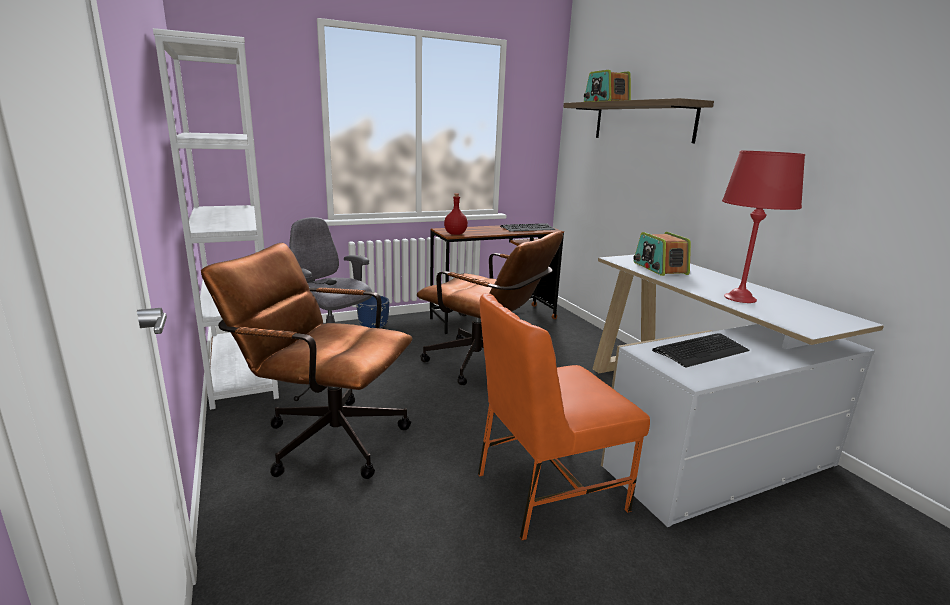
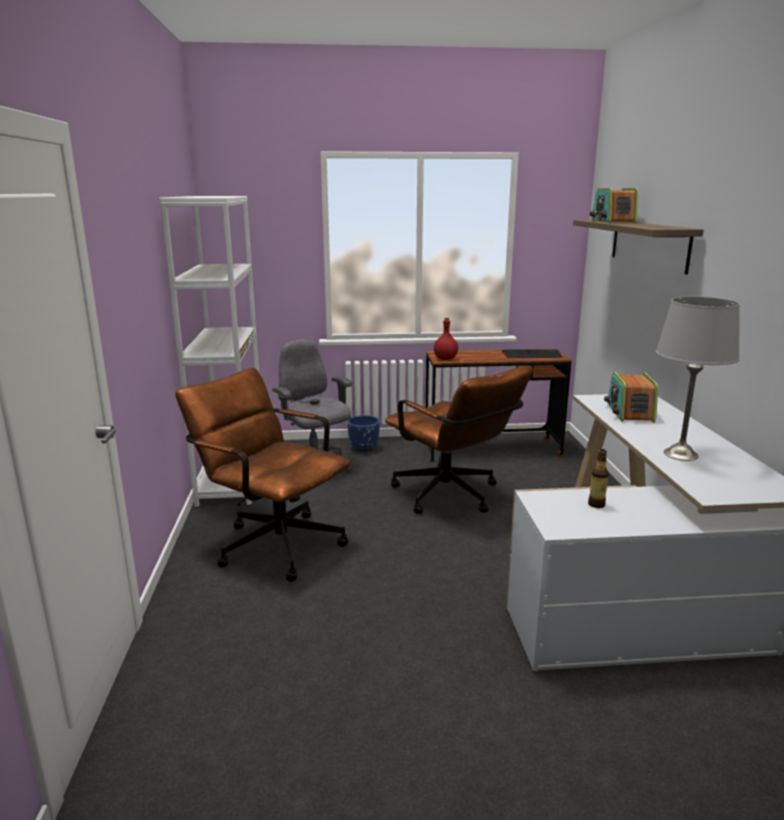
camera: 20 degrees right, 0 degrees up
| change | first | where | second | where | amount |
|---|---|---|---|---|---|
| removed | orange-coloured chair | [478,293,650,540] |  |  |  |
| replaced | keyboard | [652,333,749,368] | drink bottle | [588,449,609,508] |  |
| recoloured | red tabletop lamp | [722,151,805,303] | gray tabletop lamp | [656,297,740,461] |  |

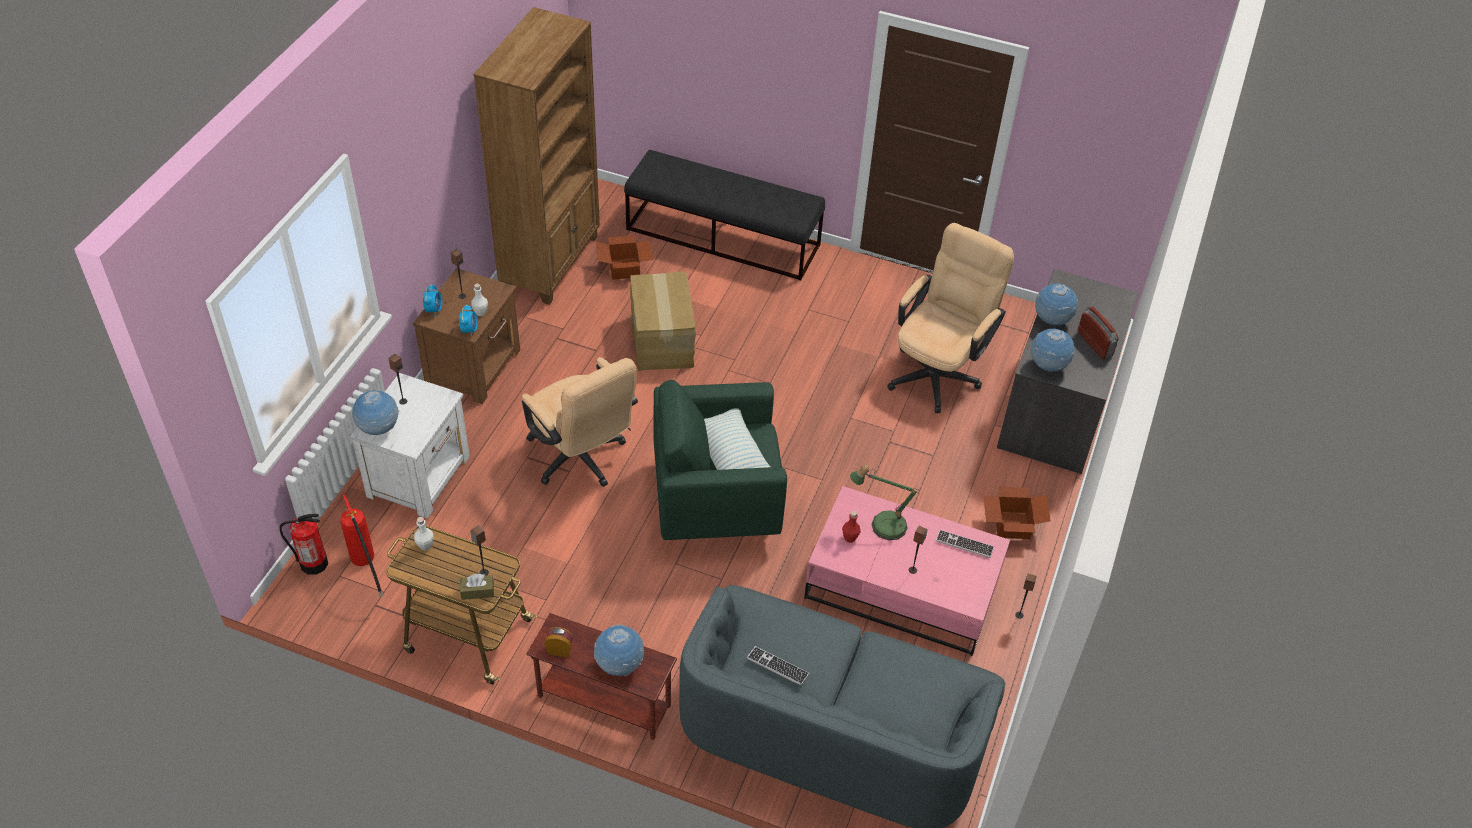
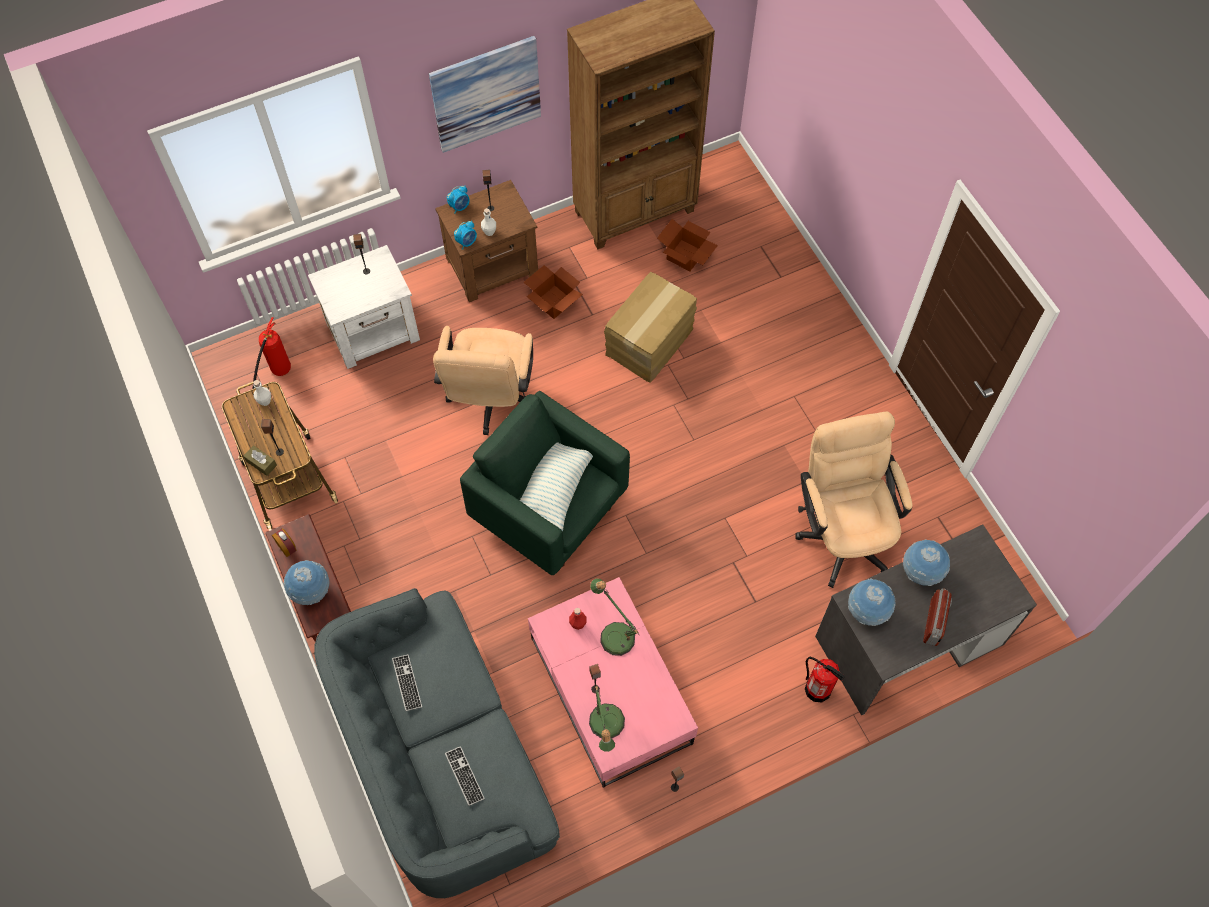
camera: 45 degrees right, 15 degrees up
| change | first | where | second | where | amount |
|---|---|---|---|---|---|
| removed | globe | [352,390,400,435] |  |  |  |
| removed | black indoor bench | [624,150,825,280] |  |  |  |
| added |  |  | picture | [429,36,541,153] |  |
| added |  |  | tabletop lamp | [589,685,625,752] |  |
| moved | fire-fighting cylinder | [280,514,328,575] |  | [805,657,845,702] |  |
| moved | keyboard | [936,530,994,558] |  | [445,746,485,806] |  |
| moved | packing box | [983,487,1051,539] |  | [524,265,583,319] |  |
| turned | sand-coloured office chair | [887,223,1014,413] |  | [795,411,912,588] | 90 degrees counterclockwise |

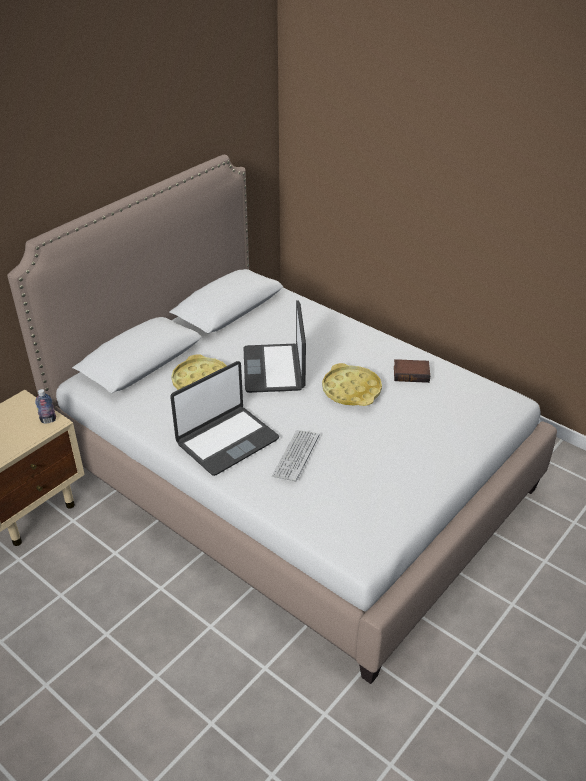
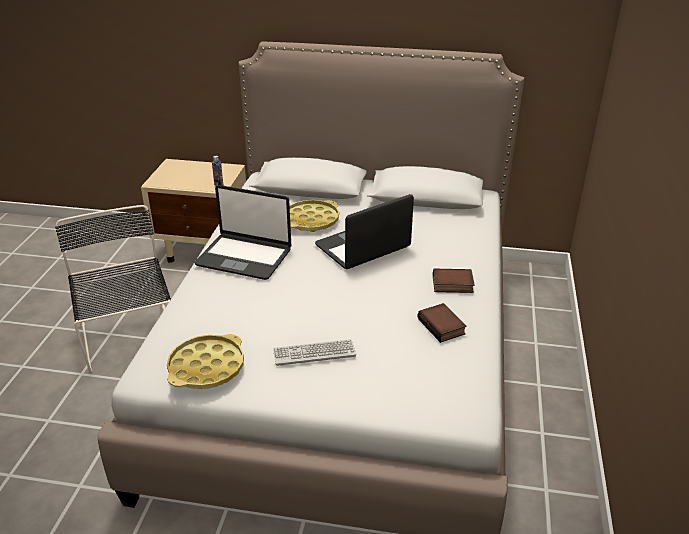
camera: 60 degrees right, 5 degrees down
| change | first | where | second | where | amount |
|---|---|---|---|---|---|
| added |  |  | black chair | [55,205,171,374] |  |
| added |  |  | volume | [433,269,475,293] |  |
| moved | keyboard | [272,430,320,481] |  | [273,339,356,366] |  |
| moved | yellowish tray | [322,363,382,406] |  | [167,334,244,389] |  |

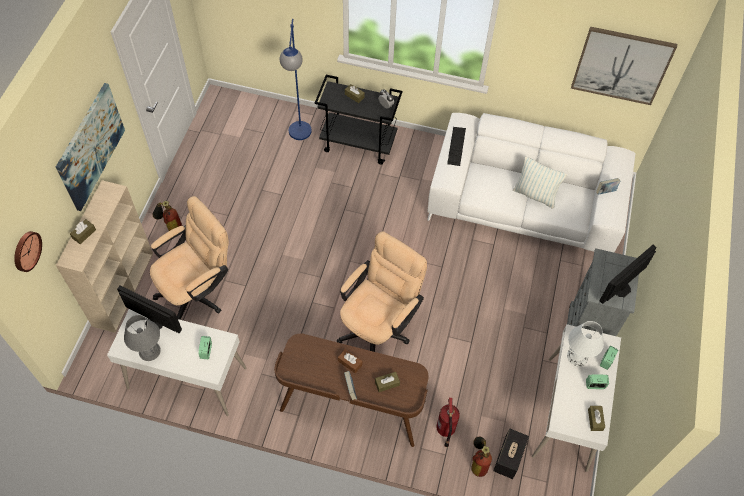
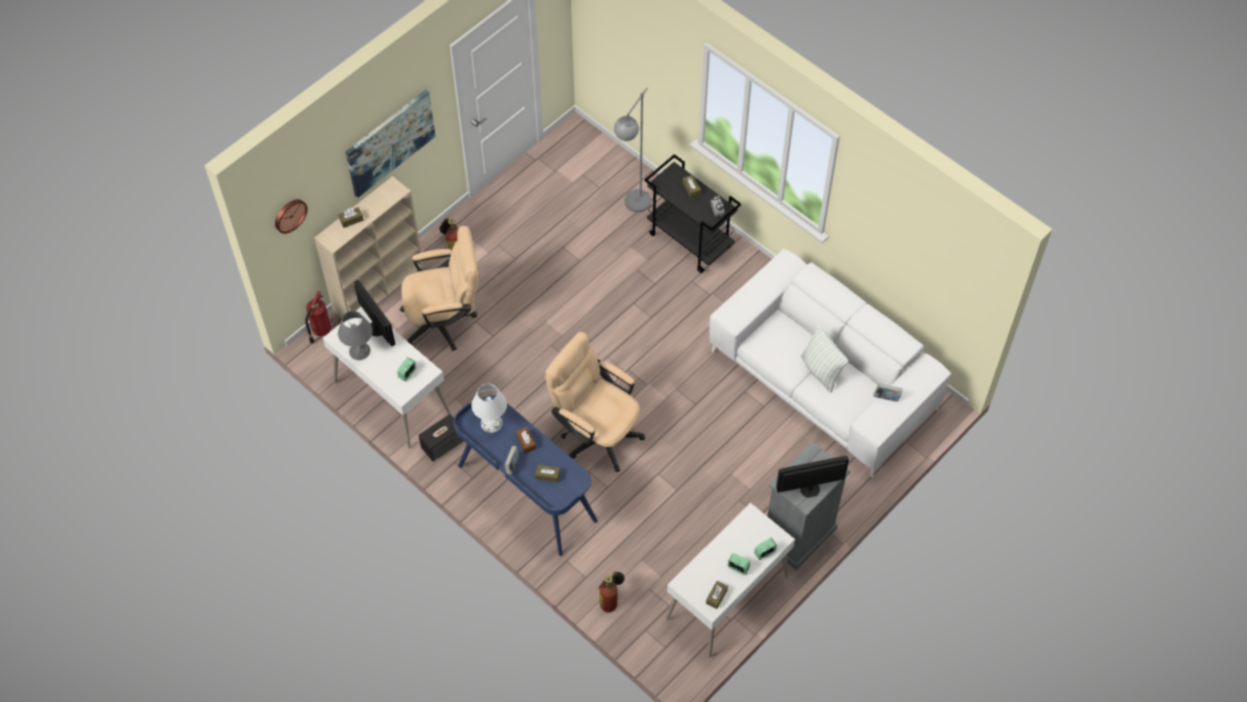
camera: 30 degrees right, 0 degrees up
| change | first | where | second | where | amount |
|---|---|---|---|---|---|
| removed | keyboard | [447,127,466,166] |  |  |  |
| removed | picture | [571,27,677,105] |  |  |  |
| moved | fire-fighting cylinder | [436,398,460,447] |  | [305,291,331,344] |  |
| moved | speaker | [493,428,529,479] |  | [418,414,463,461] |  |
| moved | white tabletop lamp | [567,321,604,366] |  | [472,384,507,433] |  |
| recoloured | brownish desk unit | [274,334,429,447] | bluish desk unit | [453,395,598,556] |  |
| recoloured | bluish standing lamp | [280,19,312,140] | gray standing lamp | [614,88,651,212] |  |
| turned | sand-coloured office chair | [337,231,427,352] |  | [545,332,645,472] | 120 degrees counterclockwise |

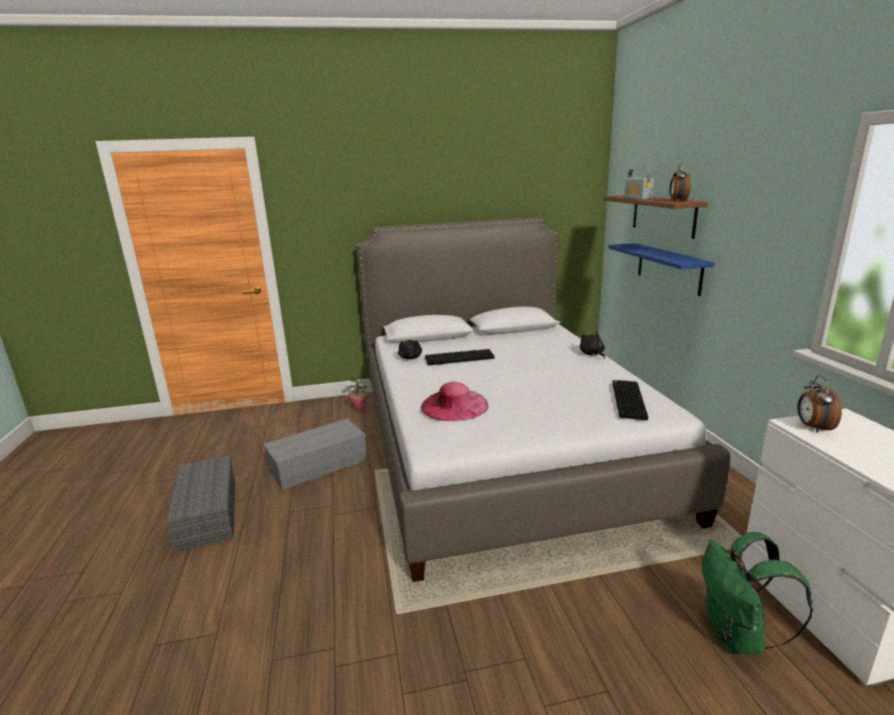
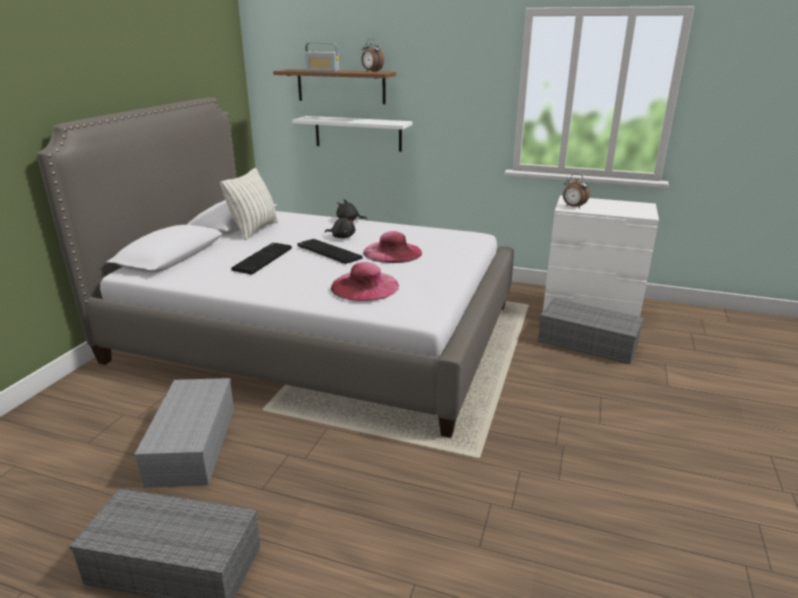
camera: 60 degrees left, 5 degrees up
| change | first | where | second | where | amount |
|---|---|---|---|---|---|
| removed | potted plant | [349,375,368,411] |  |  |  |
| added |  |  | pillow | [220,168,278,240] |  |
| added |  |  | pink wearable hat | [363,231,422,263] |  |
| moved | black plush toy | [398,340,422,359] |  | [325,216,355,238] |  |
| moved | keyboard | [612,380,648,420] |  | [297,239,363,264] |  |
| replaced | green-coloured rucksack | [702,532,813,654] | gray storage container | [538,298,644,365] |  |
| recoloured | bluish shelf | [608,243,714,296] | white shelf | [292,116,413,152] |  |

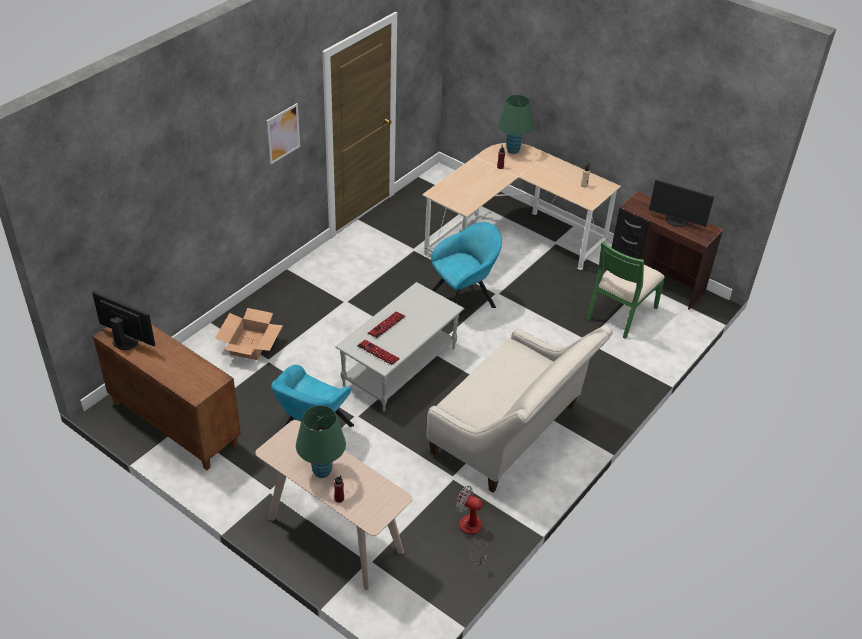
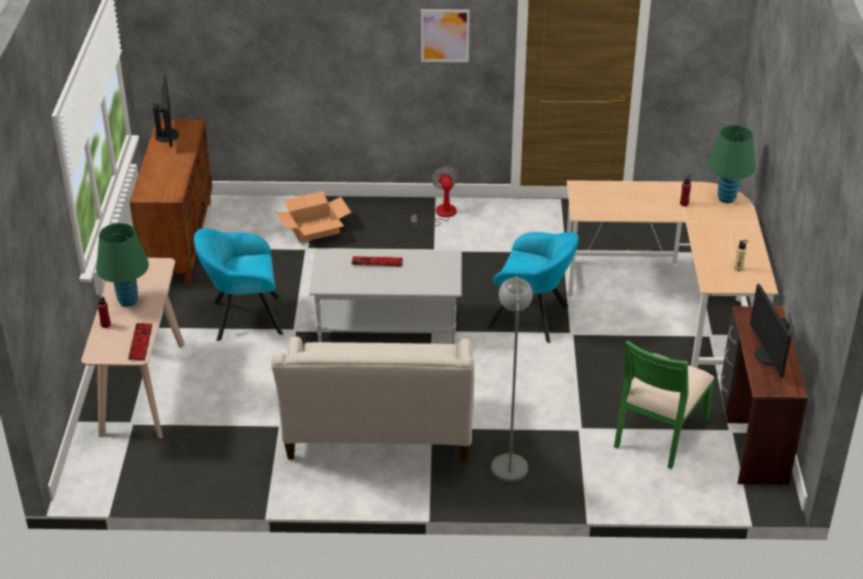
camera: 55 degrees right, 5 degrees down
| change | first | where | second | where | amount |
|---|---|---|---|---|---|
| added |  |  | gray standing lamp | [491,276,533,482] |  |
| moved | keyboard | [357,340,400,365] |  | [128,323,153,360] |  |
| moved | electric fan | [456,486,488,566] |  | [411,167,458,229] |  |
| turned | green-coloured chair | [587,241,665,339] |  | [614,340,714,469] | 60 degrees counterclockwise |

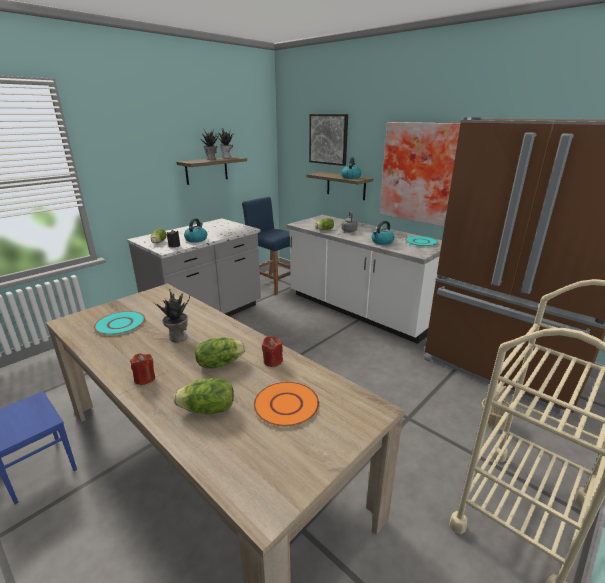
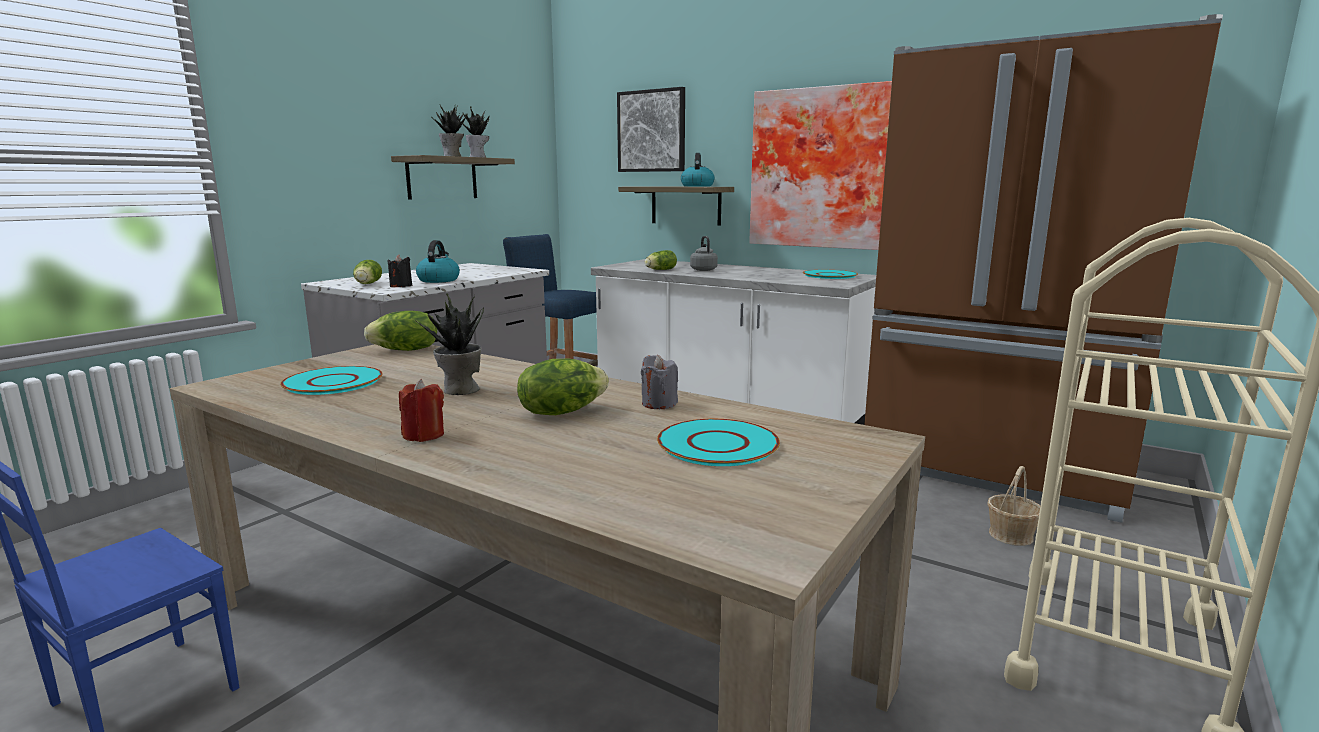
camera: 10 degrees left, 10 degrees down
| change | first | where | second | where | amount |
|---|---|---|---|---|---|
| removed | kettle | [371,221,394,245] |  |  |  |
| moved | lettuce | [174,378,234,414] |  | [364,311,437,351] |  |
| recoloured | orange-coloured flat dish | [254,382,319,427] | turquoise flat dish | [657,419,780,466] |  |
| recoloured | red wax candle | [262,336,283,367] | gray wax candle | [641,355,678,409] |  |

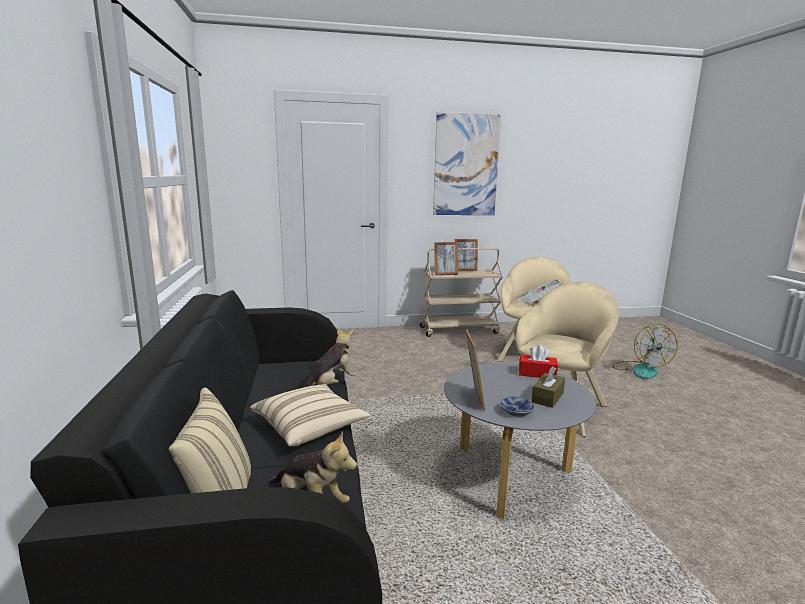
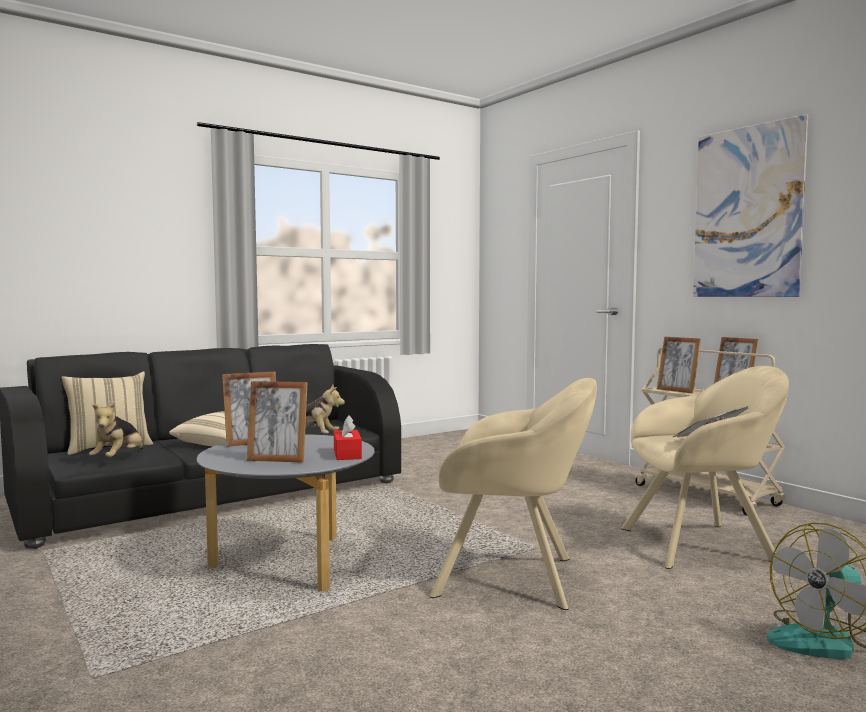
camera: 65 degrees right, 10 degrees down
| change | first | where | second | where | amount |
|---|---|---|---|---|---|
| removed | bowl | [500,396,535,417] |  |  |  |
| replaced | brownish tissue holder | [531,366,565,408] | standing frame | [247,381,308,463] |  |

